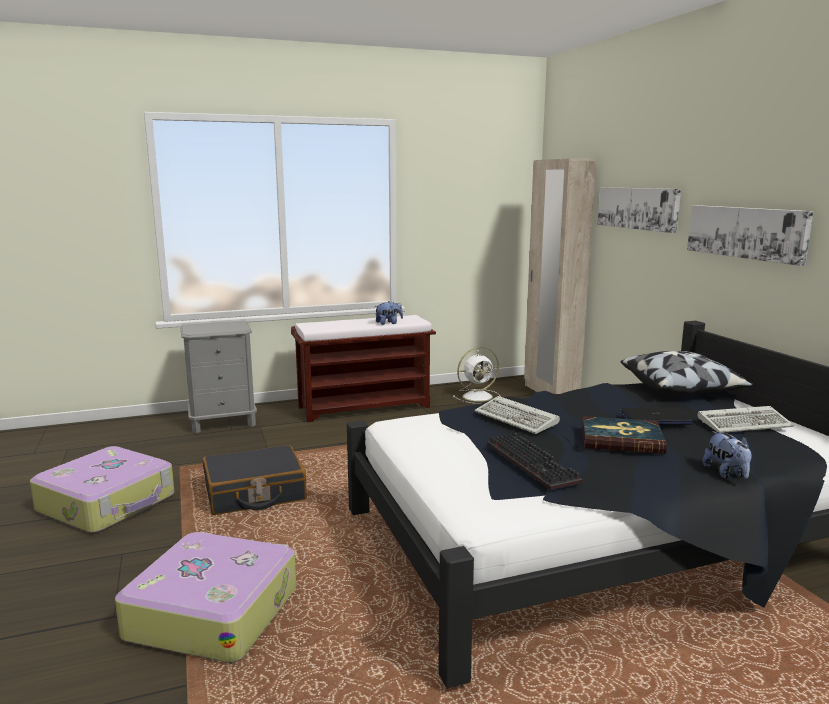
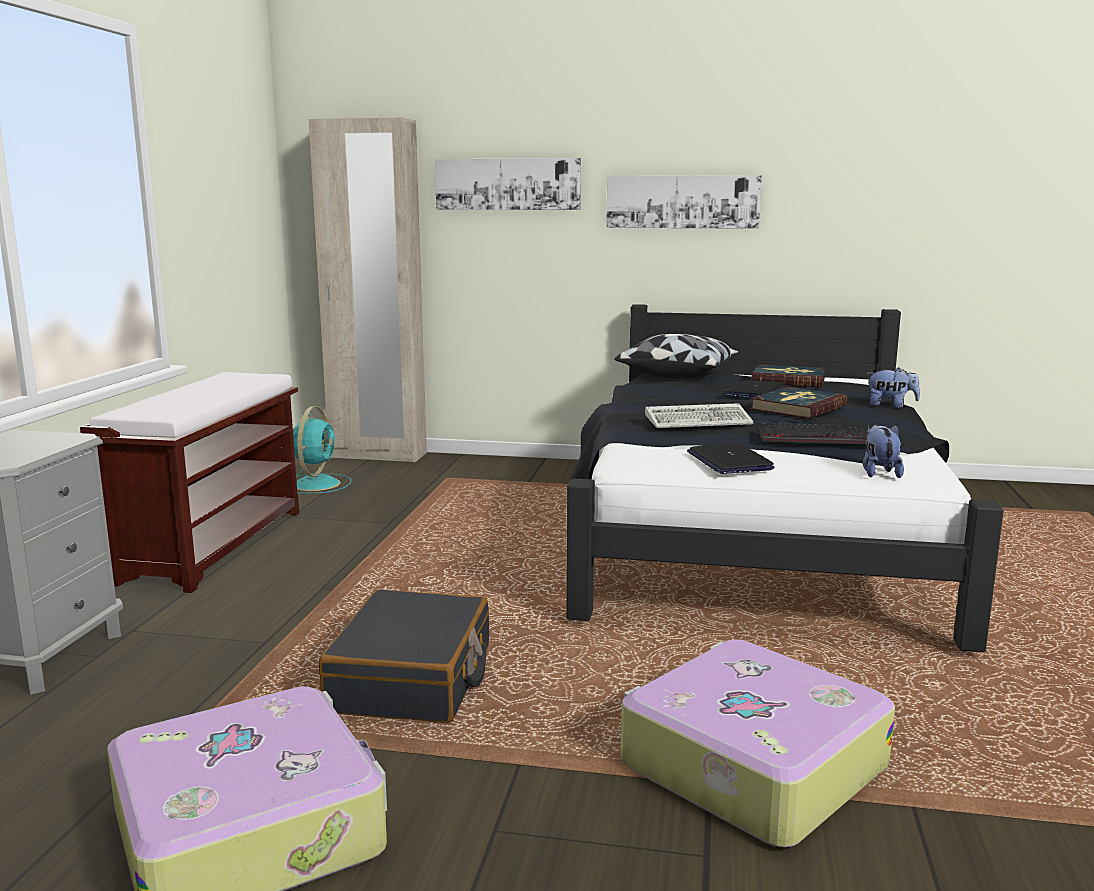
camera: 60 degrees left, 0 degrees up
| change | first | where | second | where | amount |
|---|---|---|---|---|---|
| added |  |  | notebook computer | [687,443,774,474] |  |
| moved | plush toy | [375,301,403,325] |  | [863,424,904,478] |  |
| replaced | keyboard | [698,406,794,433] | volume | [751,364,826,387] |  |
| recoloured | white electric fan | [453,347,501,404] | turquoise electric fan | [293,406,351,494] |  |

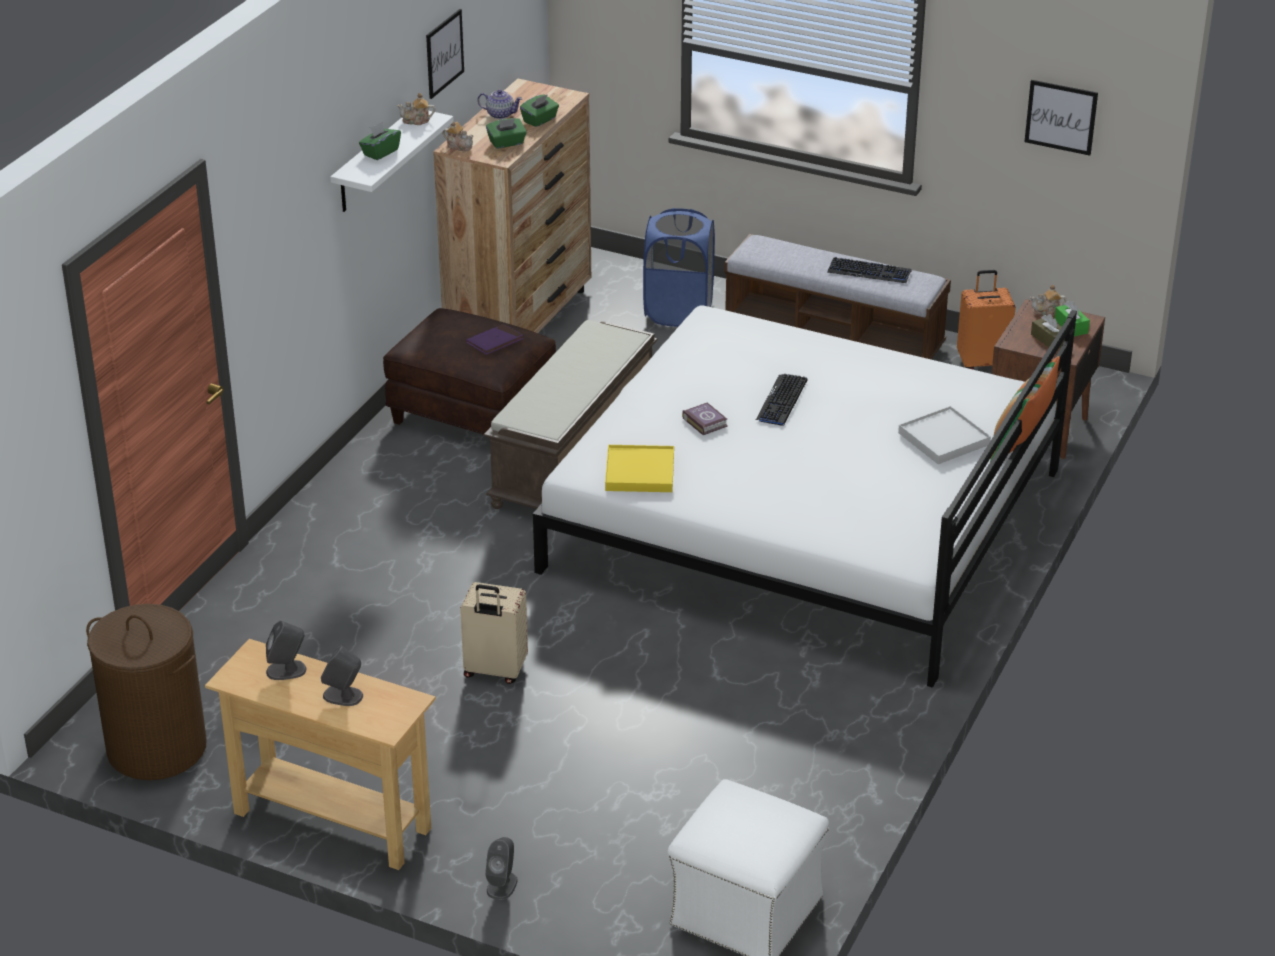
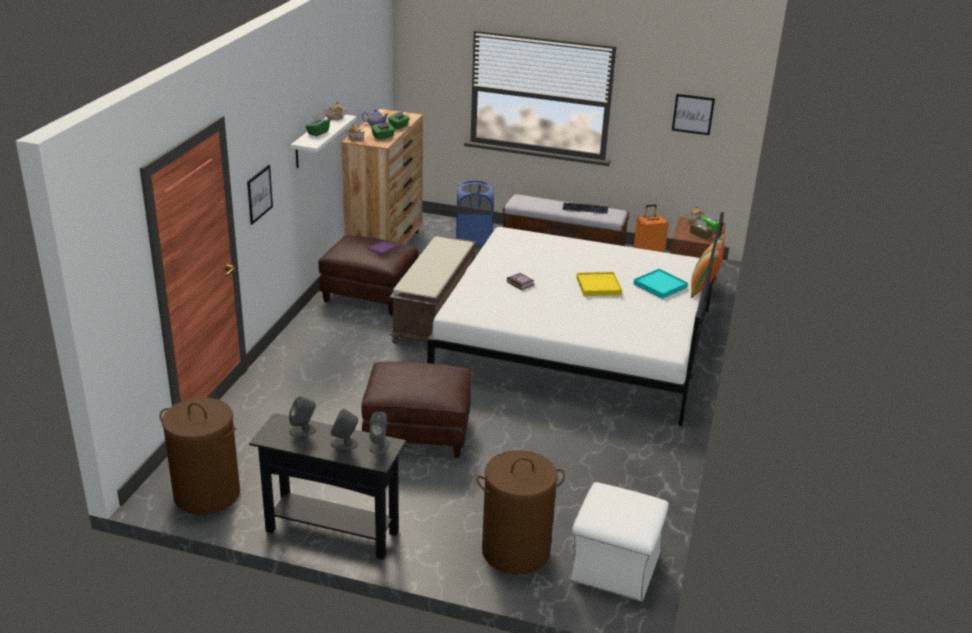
camera: 10 degrees left, 5 degrees down
| change | first | where | second | where | amount |
|---|---|---|---|---|---|
| removed | keyboard | [756,374,807,426] |  |  |  |
| added |  |  | brownish hamper | [476,450,565,574] |  |
| moved | picture | [426,9,464,99] |  | [247,165,273,225] |  |
| moved | gray speaker | [485,837,518,900] |  | [369,412,389,454] |  |
| moved | yellowish tray | [605,445,674,492] |  | [576,272,622,296] |  |
| replaced | sand-coloured suitcase | [460,582,528,684] | brownish ottoman | [361,362,472,458] |  |
| recoloured | sand-coloured hall table | [205,639,436,870] | black hall table | [249,413,406,560] |  |
| recoloured | white tray | [898,406,991,464] | turquoise tray | [633,269,688,299] |  |

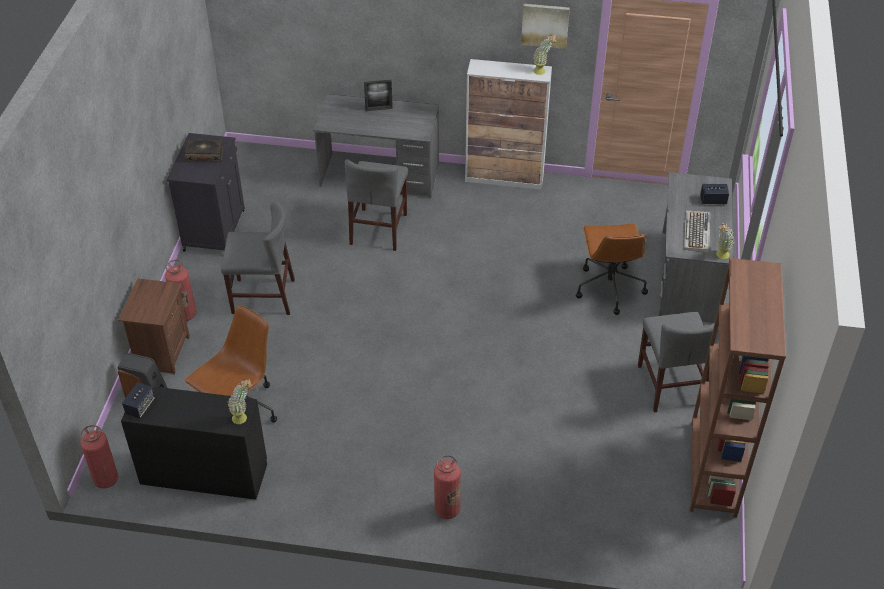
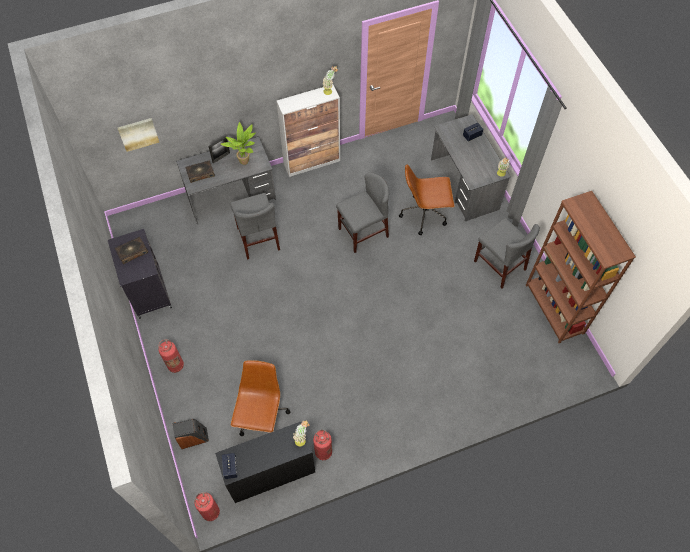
camera: 30 degrees left, 15 degrees up
| change | first | where | second | where | amount |
|---|---|---|---|---|---|
| removed | brownish nightstand | [118,278,190,375] |  |  |  |
| removed | keyboard | [683,210,710,253] |  |  |  |
| added |  |  | volume | [186,161,215,183] |  |
| added |  |  | potted plant | [221,122,256,165] |  |
| moved | gray chair | [221,202,295,315] |  | [336,172,389,253] |  |
| moved | fire-fighting cylinder | [434,455,461,519] |  | [313,430,332,460] |  |
| moved | picture | [521,4,570,49] |  | [118,118,159,152] |  |
| turned | brownish office chair | [576,224,648,315] |  | [399,164,455,235] | 120 degrees clockwise |

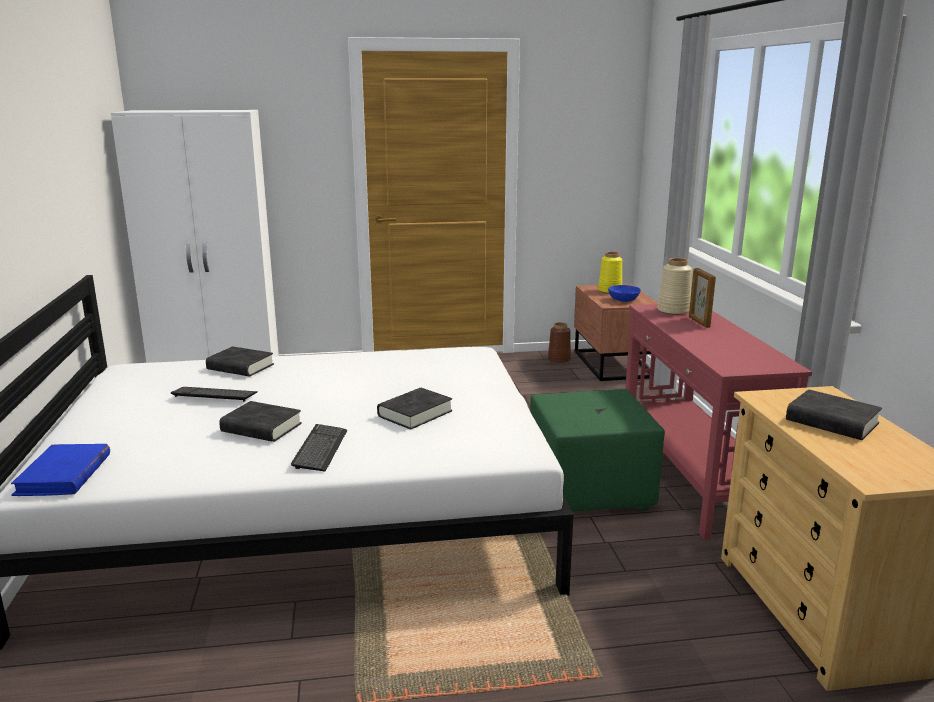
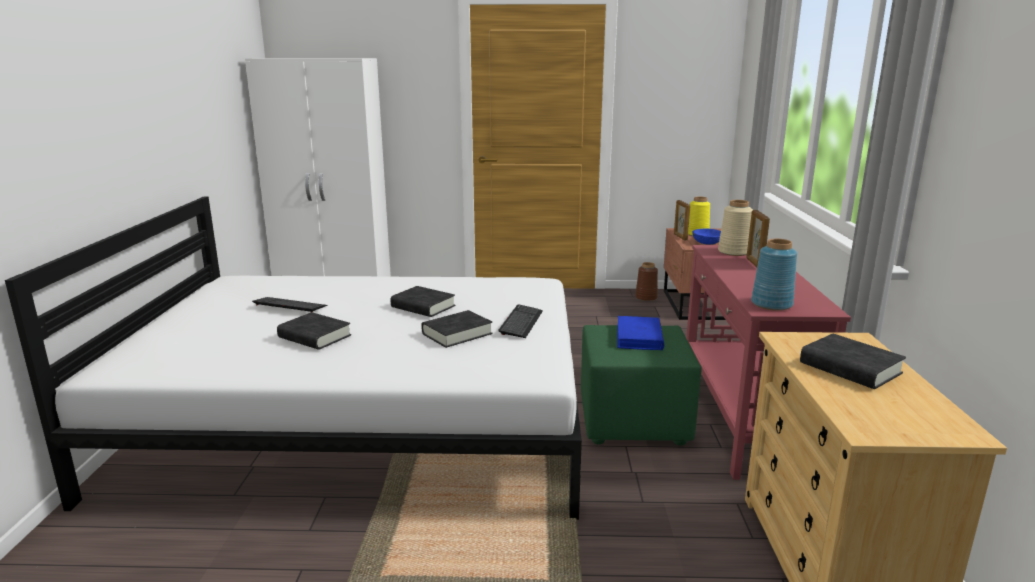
camera: 10 degrees right, 0 degrees up
| change | first | where | second | where | amount |
|---|---|---|---|---|---|
| added |  |  | standing frame | [674,200,690,240] |  |
| added |  |  | bluish flower vase | [751,239,797,311] |  |
| moved | bluish volume | [11,444,110,496] |  | [617,316,664,350] |  |
| moved | black volume | [206,346,274,377] |  | [391,286,455,317] |  |
| moved | keyboard | [291,424,347,472] |  | [499,304,543,338] |  |

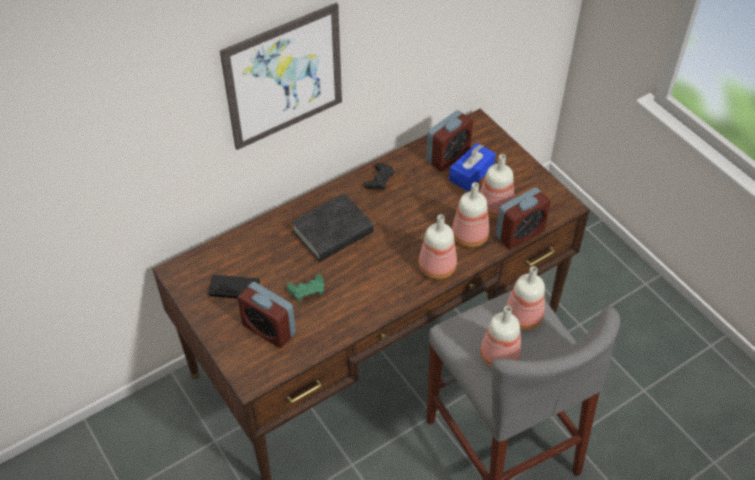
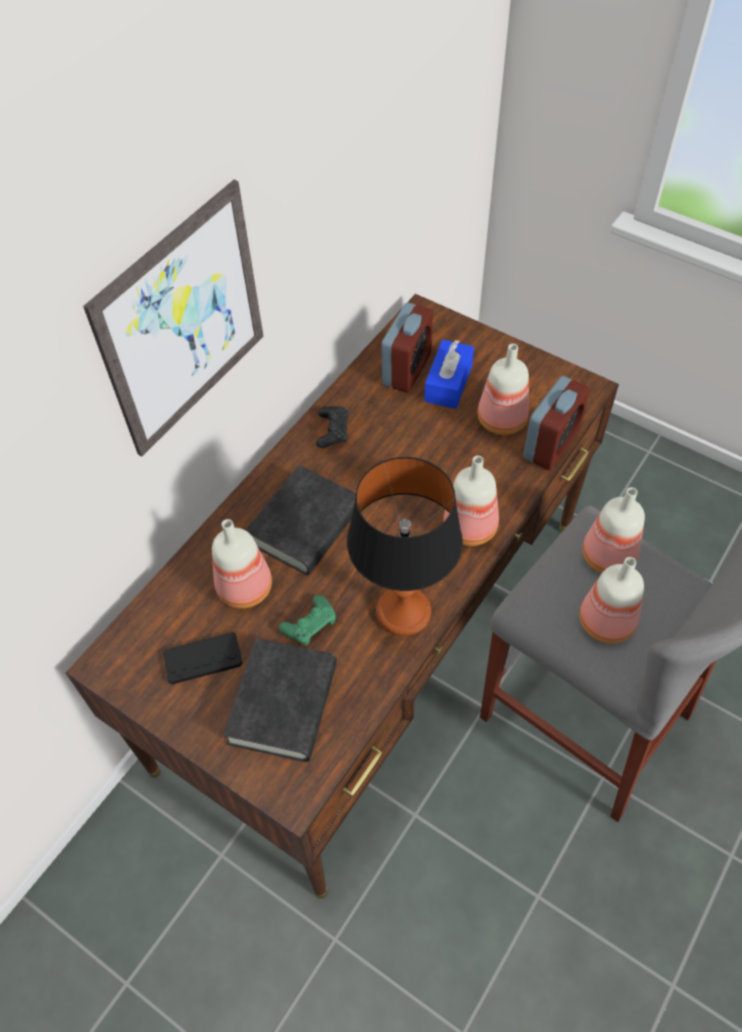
camera: 20 degrees left, 5 degrees up
| change | first | where | second | where | amount |
|---|---|---|---|---|---|
| added |  |  | tabletop lamp | [347,457,463,636] |  |
| moved | drink bottle | [452,182,489,247] |  | [212,519,272,609] |  |
| replaced | bedside clock | [238,282,296,348] | black volume | [223,638,337,762] |  |

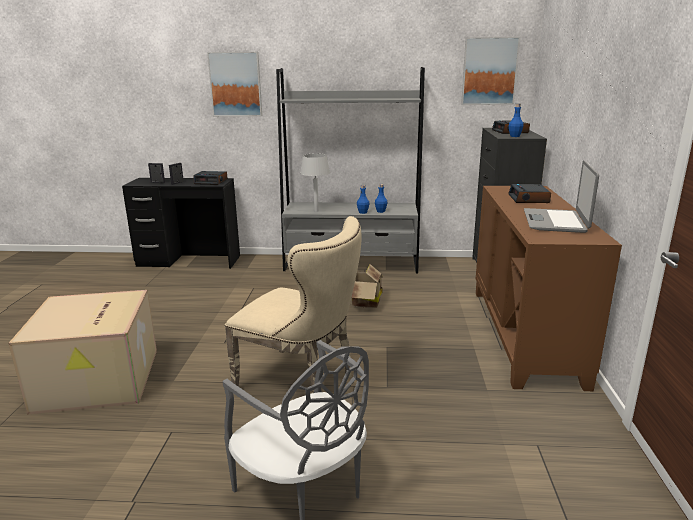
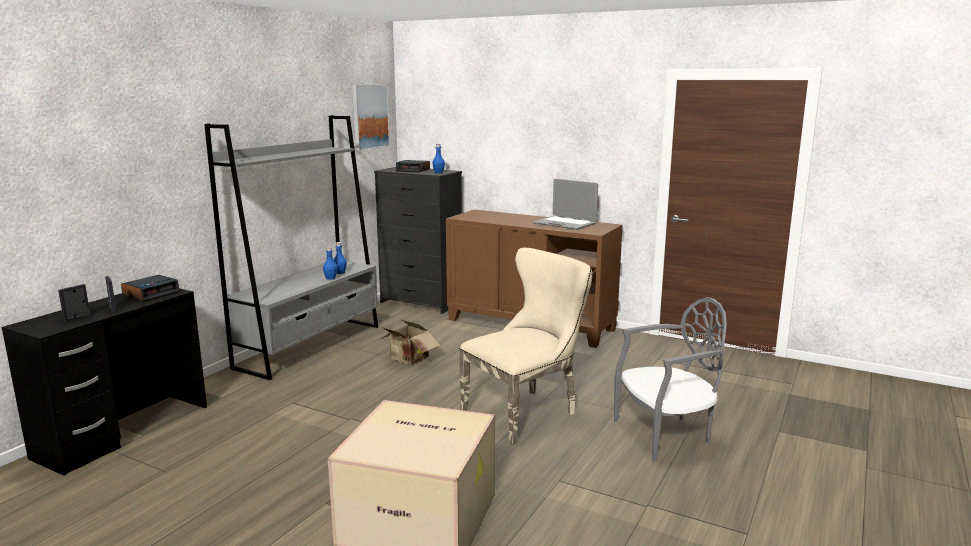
camera: 65 degrees left, 5 degrees down
| change | first | where | second | where | amount |
|---|---|---|---|---|---|
| removed | picture | [207,52,262,117] |  |  |  |
| removed | gray tabletop lamp | [300,153,330,212] |  |  |  |
| removed | bedside clock | [508,184,551,203] |  |  |  |

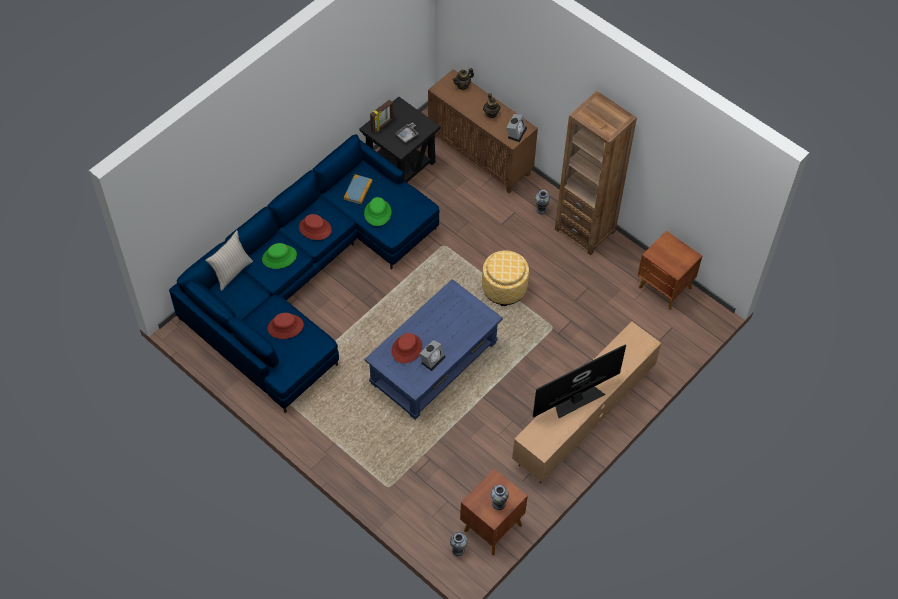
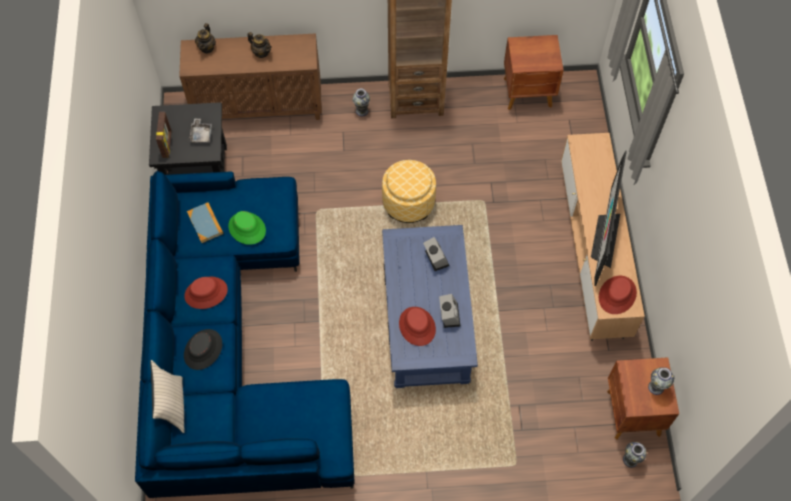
camera: 45 degrees left, 5 degrees up
| change | first | where | second | where | amount |
|---|---|---|---|---|---|
| moved | red wearable hat | [268,313,304,339] |  | [599,276,637,314] |  |
| moved | bedside clock | [506,114,527,142] |  | [423,237,449,271] |  |
| recoloured | green-coloured wearable hat | [262,243,297,269] | black wearable hat | [184,329,222,370] |  |

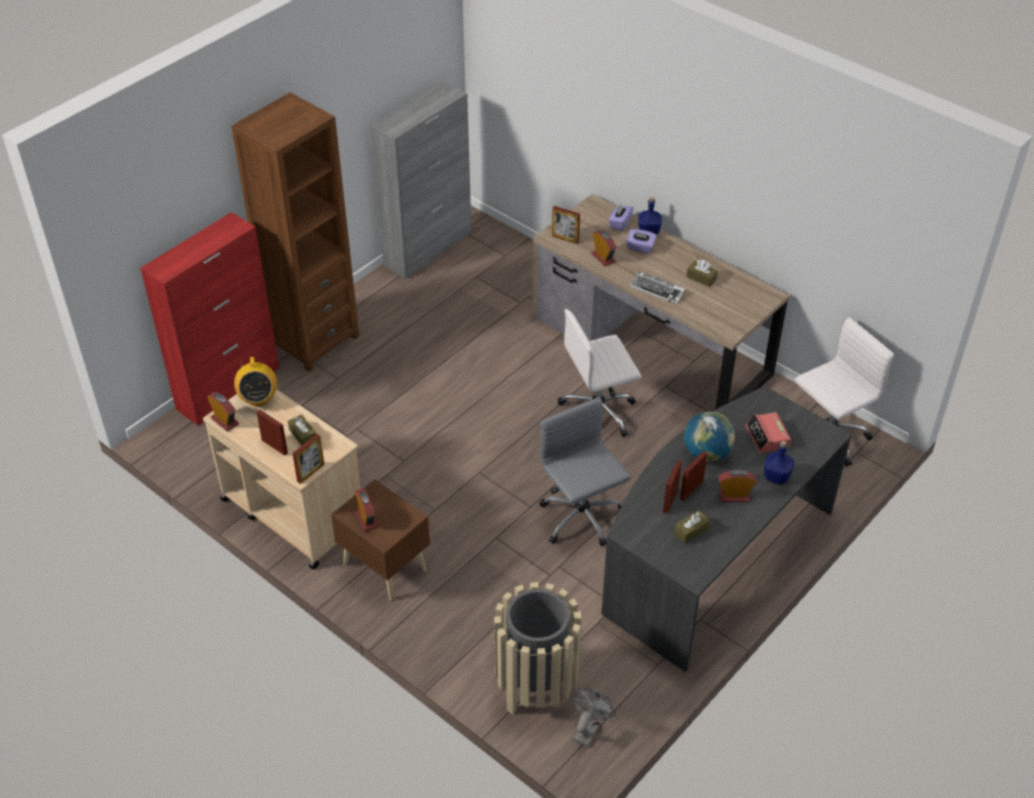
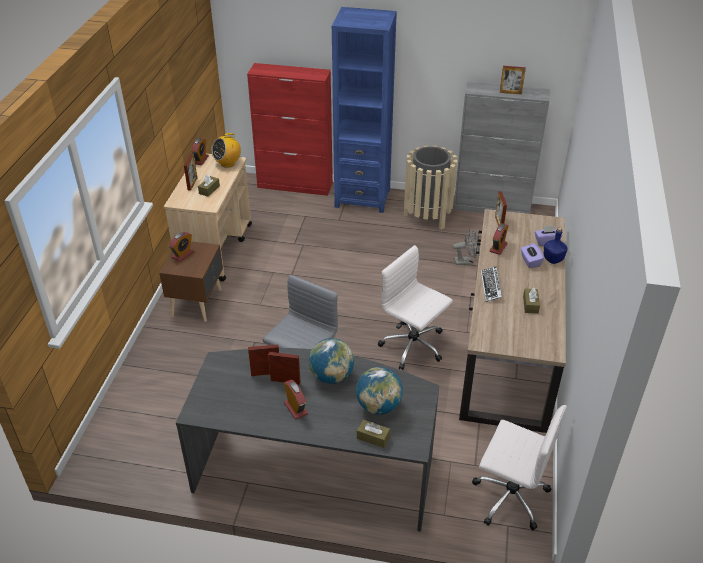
camera: 60 degrees right, 5 degrees down
| change | first | where | second | where | amount |
|---|---|---|---|---|---|
| removed | bluish drink bottle | [764,441,795,485] |  |  |  |
| moved | standing frame | [292,434,325,484] |  | [500,66,526,95] |  |
| moved | sand-coloured rubbish bin | [494,582,581,715] |  | [404,145,457,229] |  |
| moved | gray electric fan | [571,688,616,747] |  | [452,229,480,265] |  |
| moved | brownish tissue holder | [674,510,710,544] |  | [357,419,390,448] |  |
| replaced | bedside clock | [745,412,791,453] | globe | [356,367,403,415] |  |
| recoloured | brownish bookcase | [231,92,359,372] | bluish bookcase | [332,7,397,213] |  |

